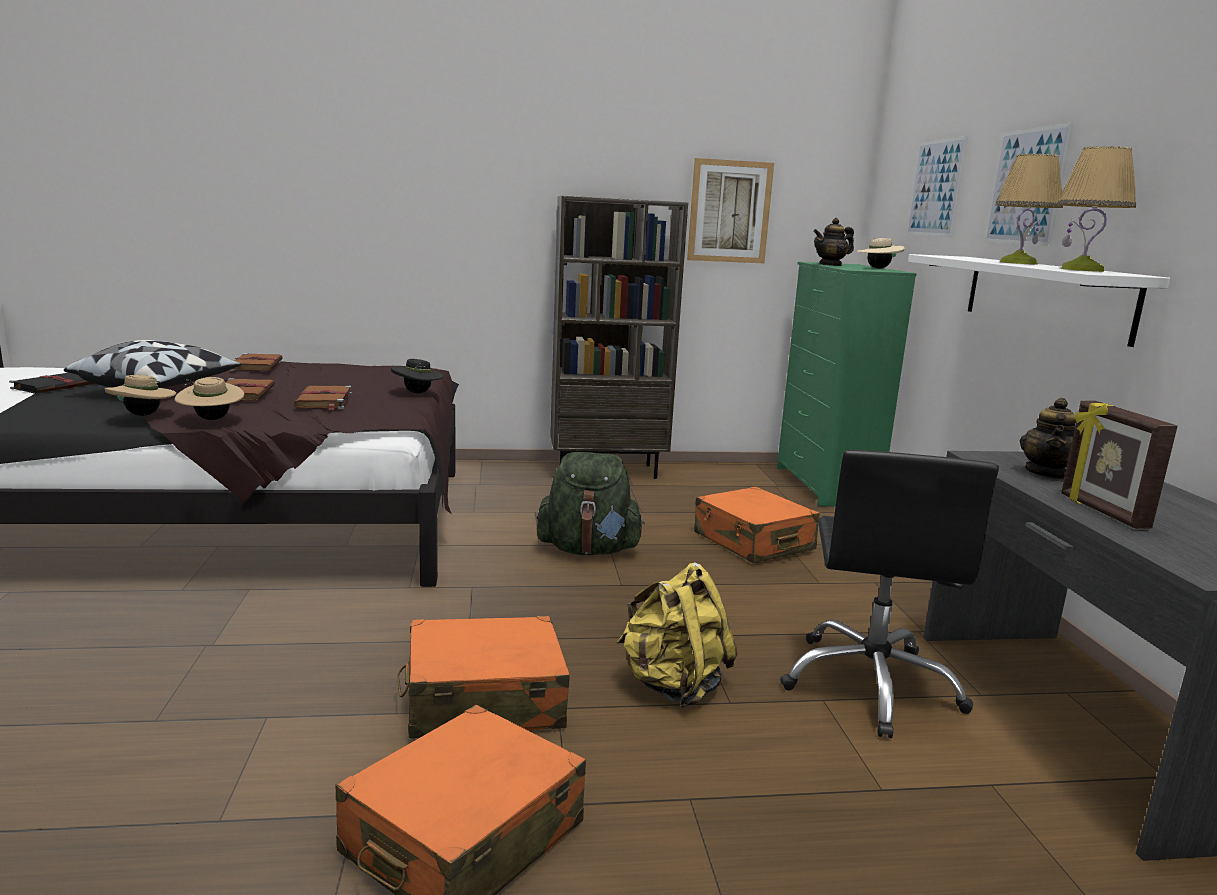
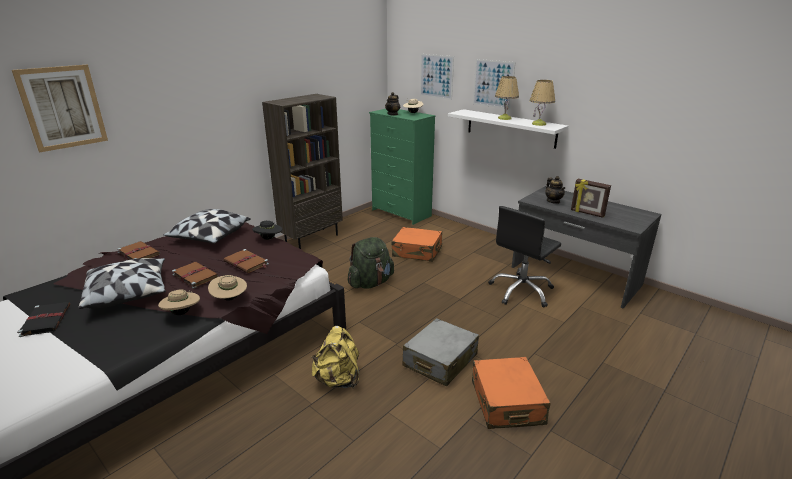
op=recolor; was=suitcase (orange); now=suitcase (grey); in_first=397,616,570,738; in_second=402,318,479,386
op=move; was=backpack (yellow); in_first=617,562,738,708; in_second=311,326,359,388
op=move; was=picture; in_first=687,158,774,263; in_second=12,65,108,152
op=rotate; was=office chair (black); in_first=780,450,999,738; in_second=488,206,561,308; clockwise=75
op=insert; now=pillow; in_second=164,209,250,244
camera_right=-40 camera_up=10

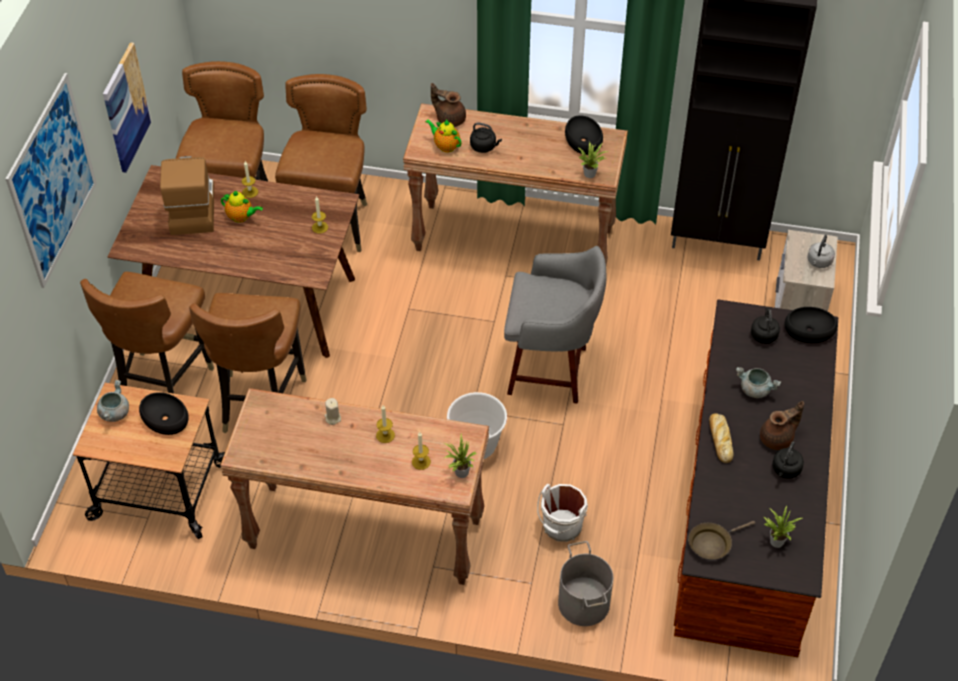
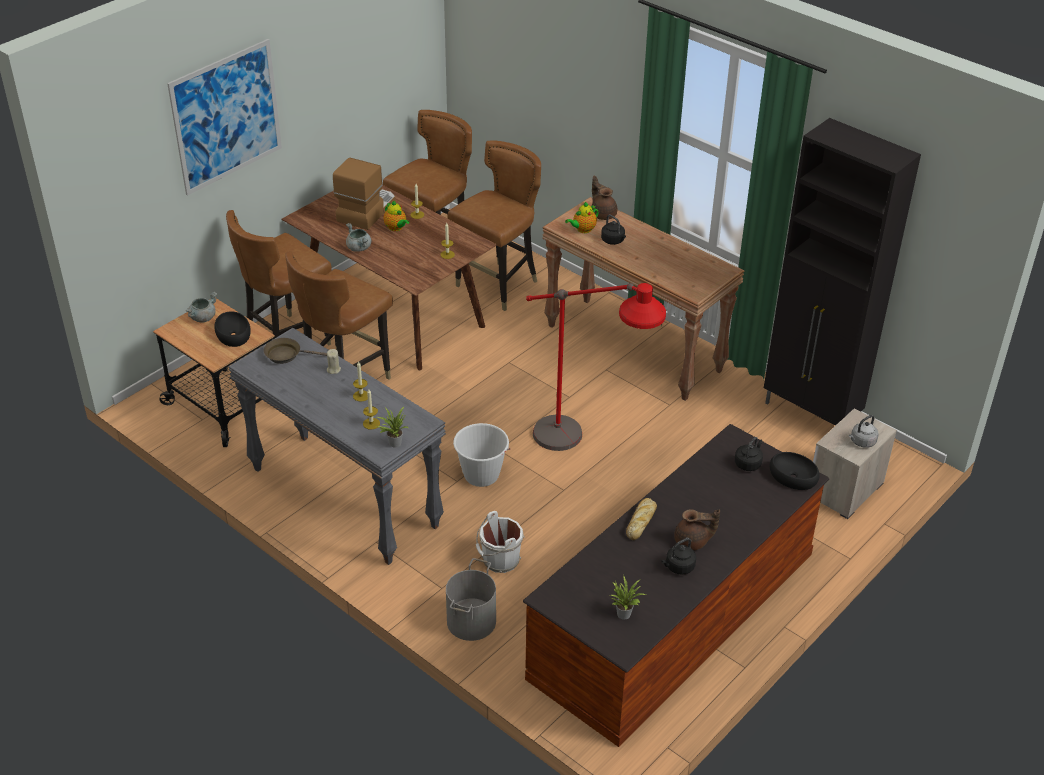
op=delete; was=picture; in_first=103,42,152,173
op=recolor; was=console table (brown); now=console table (grey); in_first=220,388,489,585; in_second=228,328,446,565
op=rotate; was=teapot; in_first=425,120,462,152; in_second=565,202,599,233; clockwise=-105
op=replace; was=stool (grey); now=floor lamp (red); in_first=504,246,606,404; in_second=526,283,666,451
op=delete; was=bowl (black); in_first=565,115,603,155
op=delete; was=potted plant; in_first=577,142,608,178
op=move; was=frying pan (brown); in_first=688,521,755,560; in_second=264,338,327,364
op=move; was=cooking pot (grey); in_first=736,367,781,398; in_second=346,223,371,252
camera_right=30 camera_up=-10

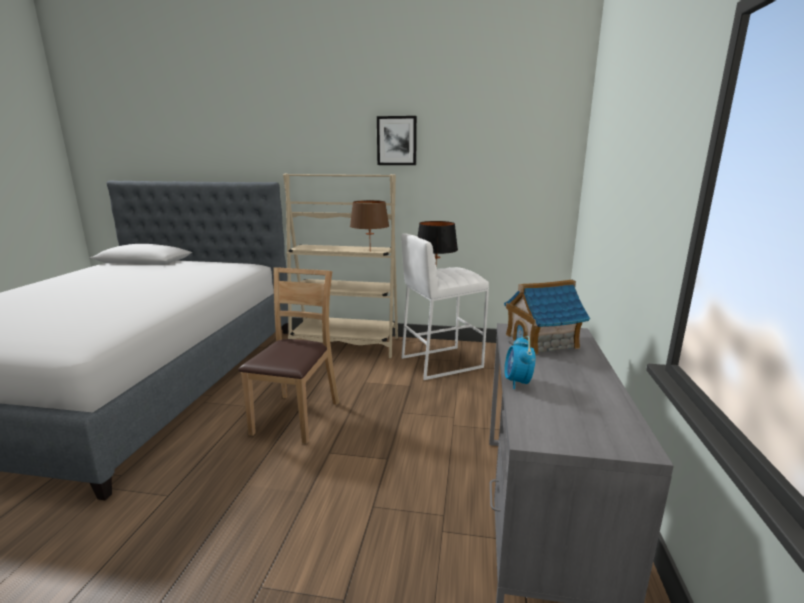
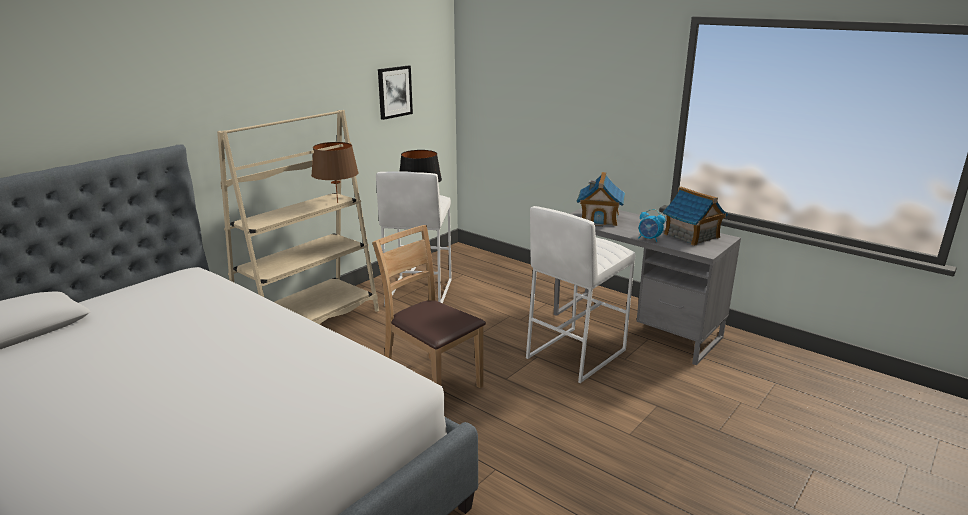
op=move; was=picture; in_first=377,116,417,165; in_second=378,66,413,120
op=insert; now=stool (white); in_second=526,206,635,383
op=insert; now=toy house; in_second=663,187,728,246
camera_right=-60 camera_up=5

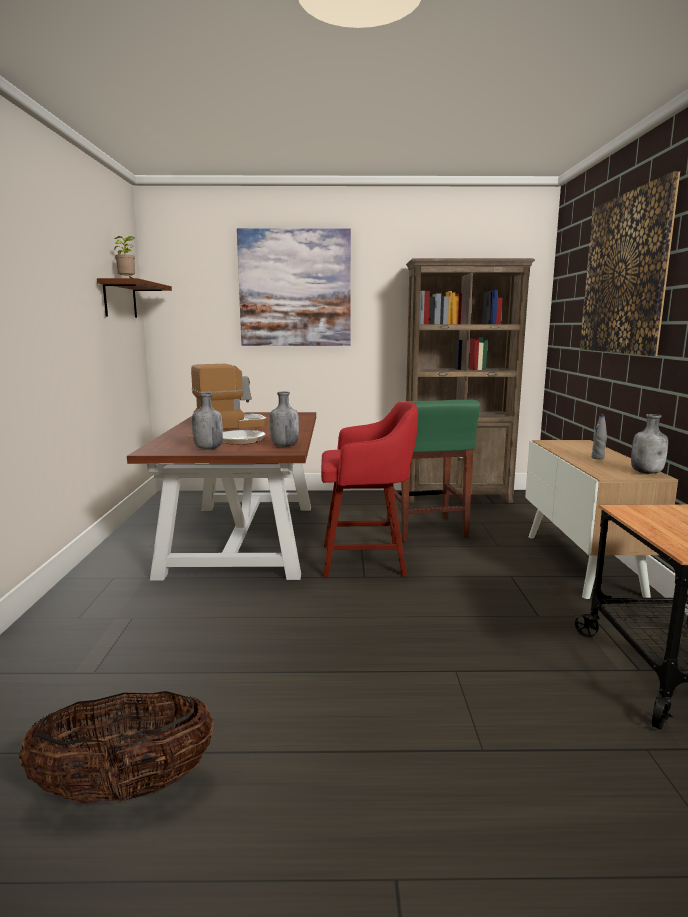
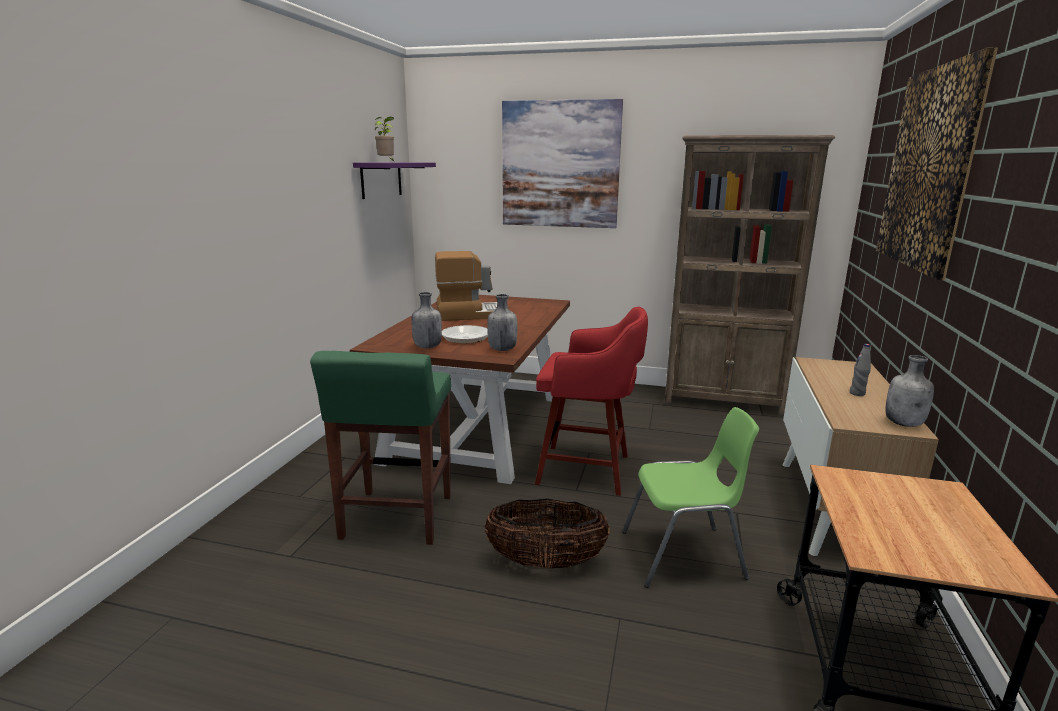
op=move; was=basket; in_first=19,691,214,803; in_second=485,499,610,568
op=recolor; was=shelf (brown); now=shelf (purple); in_first=97,278,172,318; in_second=353,162,436,199
op=move; was=stool (green); in_first=387,400,481,542; in_second=310,351,451,545
op=insert; now=chair (green); in_second=622,407,759,588
camera_right=15 camera_up=5

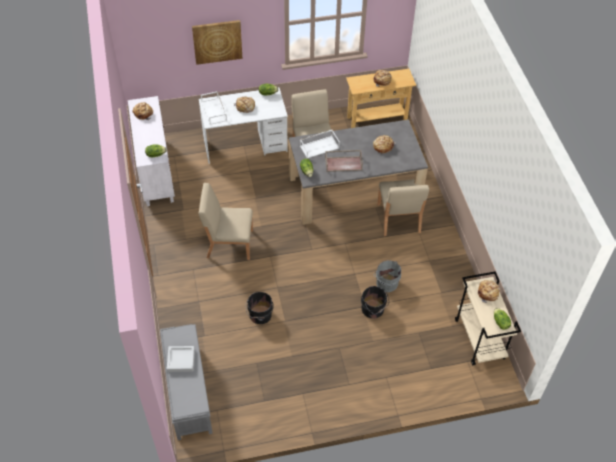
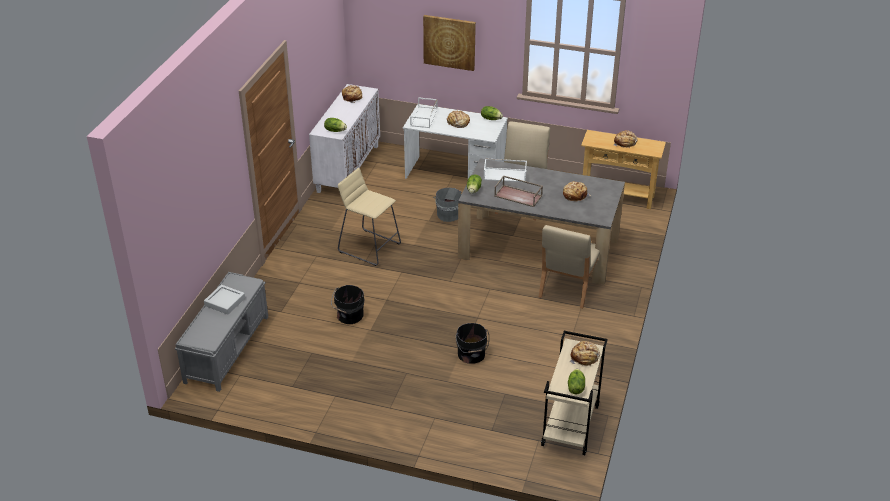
op=replace; was=chair (beige); now=stool (beige); in_first=199,183,253,260; in_second=338,168,401,266
op=move; was=bucket (grey); in_first=374,260,401,292; in_second=435,188,462,222
camera_right=30 camera_up=-15

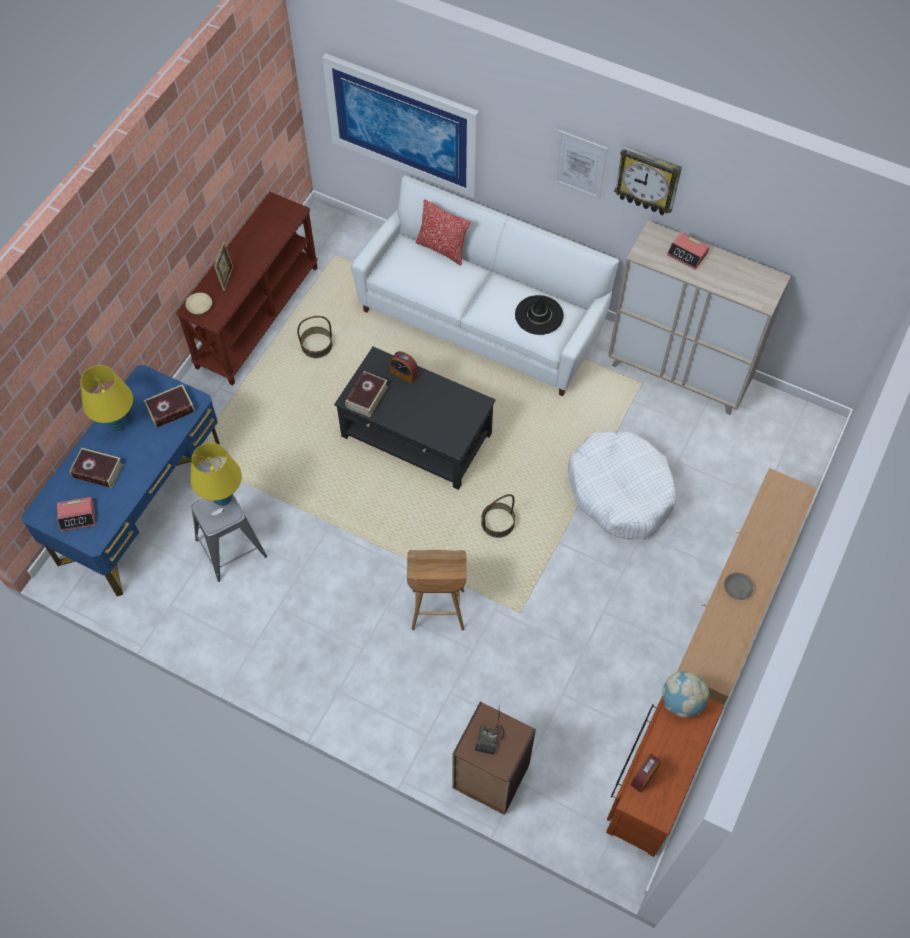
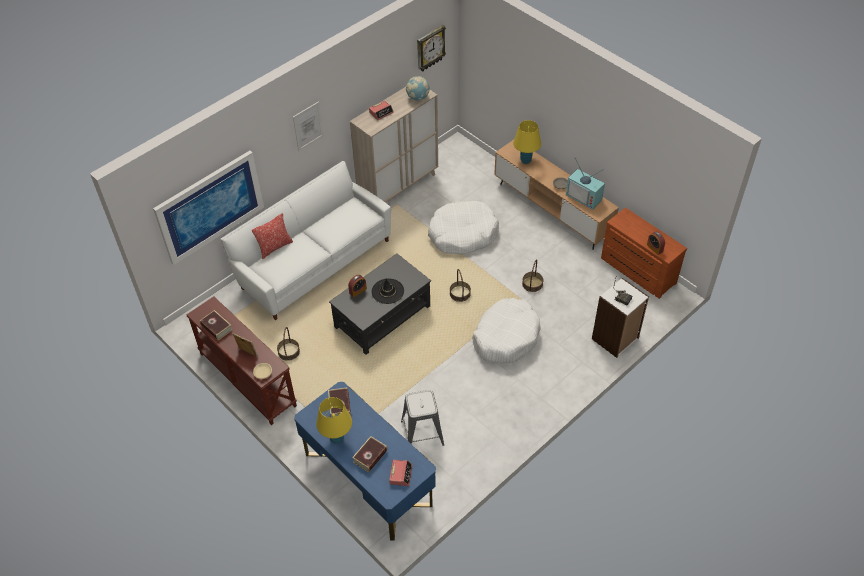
op=move; was=table lamp (yellow); in_first=190,443,242,506; in_second=513,120,541,164
op=move; was=book; in_first=345,371,388,417; in_second=200,310,232,341
op=replace; was=stool (brown); now=dog bed (white); in_first=407,550,466,630; in_second=472,298,541,364
op=recolor; was=bookcase (brown); now=bookcase (white); in_first=452,702,536,815; in_second=592,278,649,358
op=move; was=hat (black); in_first=515,295,564,335; in_second=372,278,404,304
op=move; was=wall clock; in_first=614,146,682,215; in_second=417,25,446,72
op=move; was=globe; in_first=662,671,709,718; in_second=406,76,430,100
op=insert; now=basket; in_second=522,259,543,292
op=insert; now=television; in_second=566,157,605,210
camera_right=-70 camera_up=-10

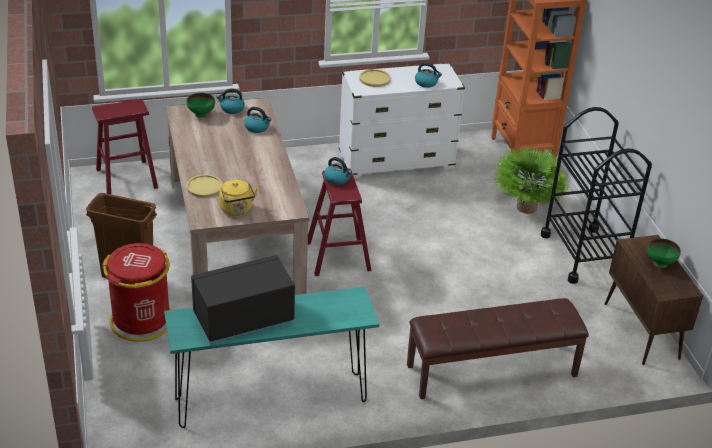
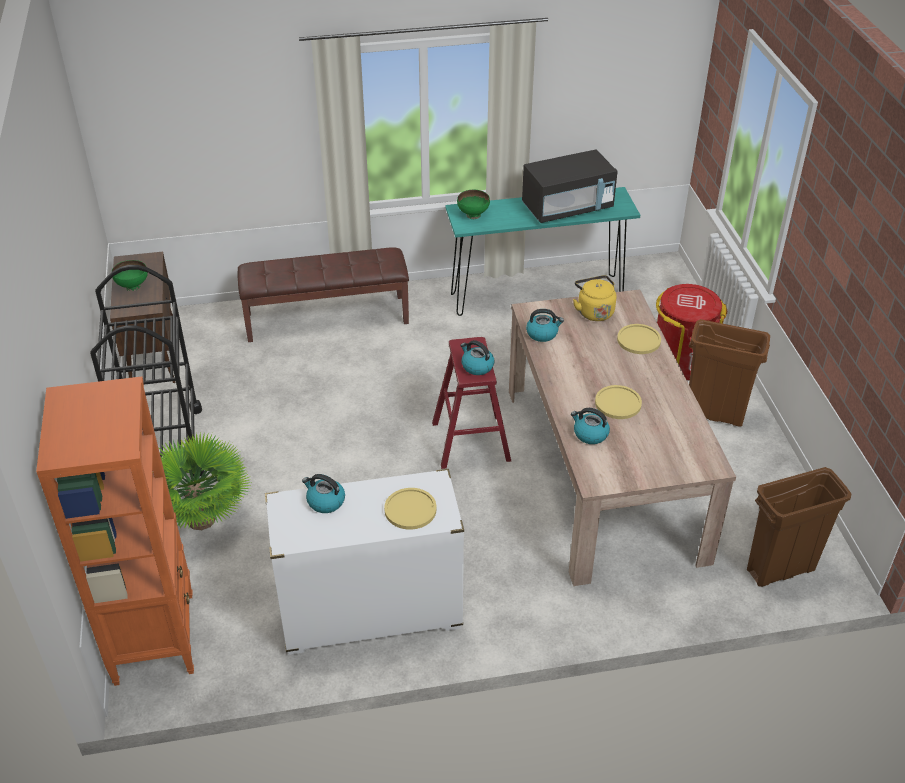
op=replace; was=stool (red); now=trash can (brown); in_first=92,99,158,194; in_second=747,467,851,587
op=move; was=bowl (green); in_first=187,93,215,118; in_second=457,190,490,219
op=move; was=kettle; in_first=217,88,245,114; in_second=526,309,564,342
op=insert; now=plate (yellow); in_second=595,385,642,419
camera_right=-175 camera_up=5

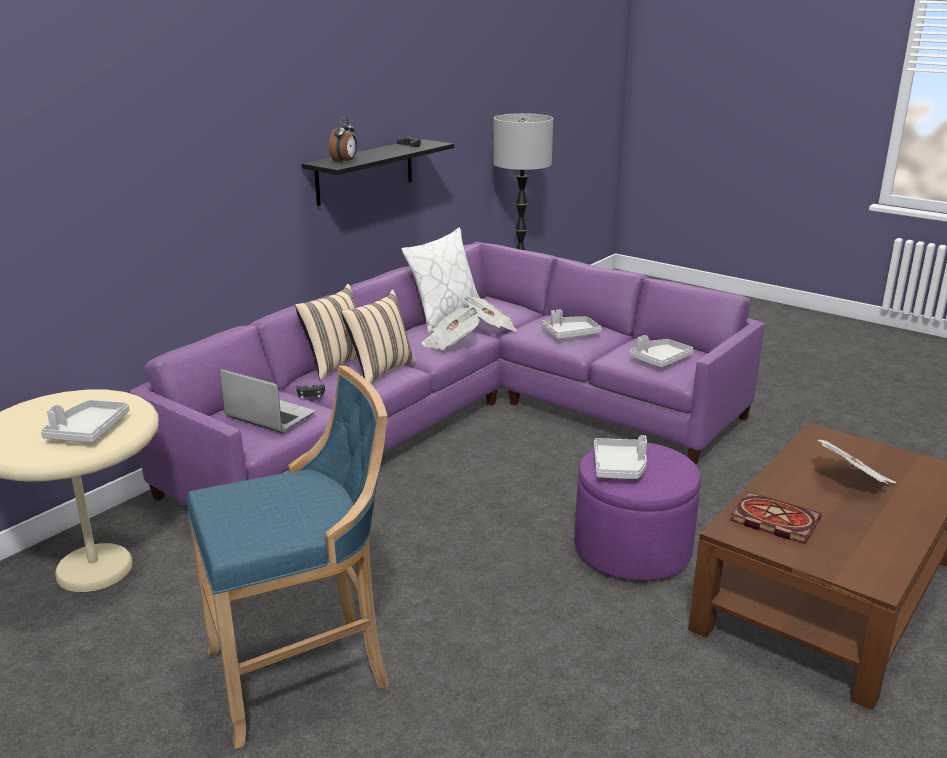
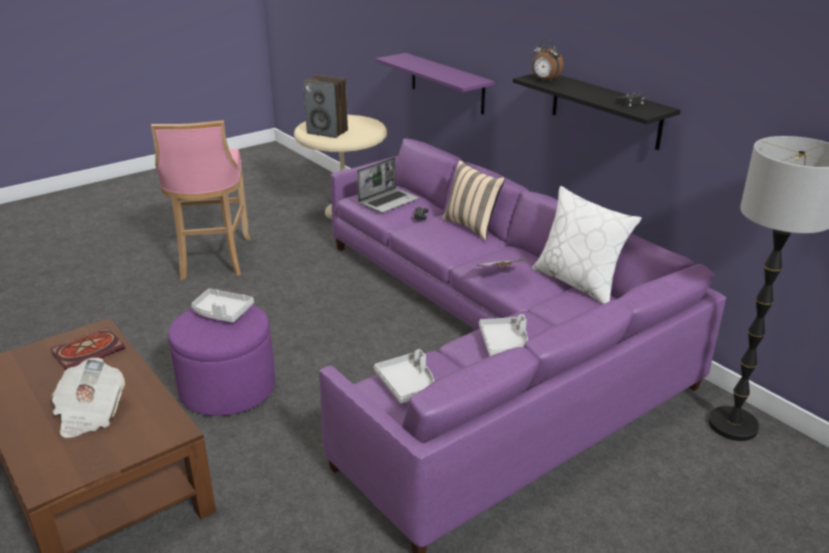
op=replace; was=tray (grey); now=speaker; in_first=41,400,129,442; in_second=303,75,348,138
op=recolor; was=stool (blue); now=stool (pink); in_first=187,366,389,749; in_second=151,120,251,280
op=delete; was=pillow (beige); in_first=341,290,416,384
op=delete; was=newspaper; in_first=463,297,517,331
op=insert; now=shelf (purple); in_second=376,53,495,114
camera_right=105 camera_up=5

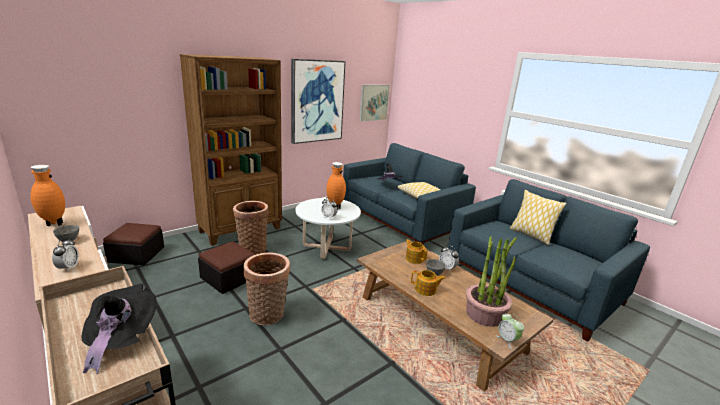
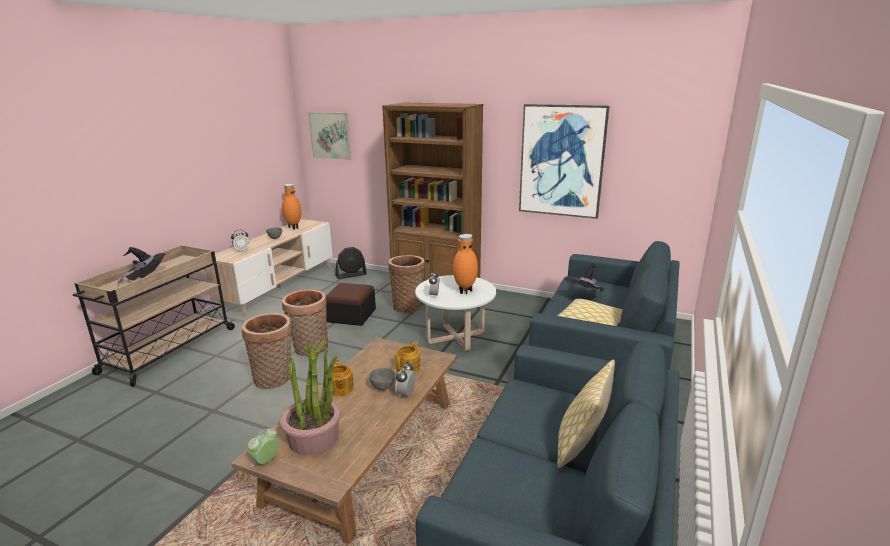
op=replace; was=ottoman; now=fan (black); in_first=103,223,164,266; in_second=335,247,367,279
op=move; was=picture; in_first=359,85,390,122; in_second=308,112,351,160
op=insert; now=basket; in_second=242,313,292,389
camera_right=65 camera_up=0

